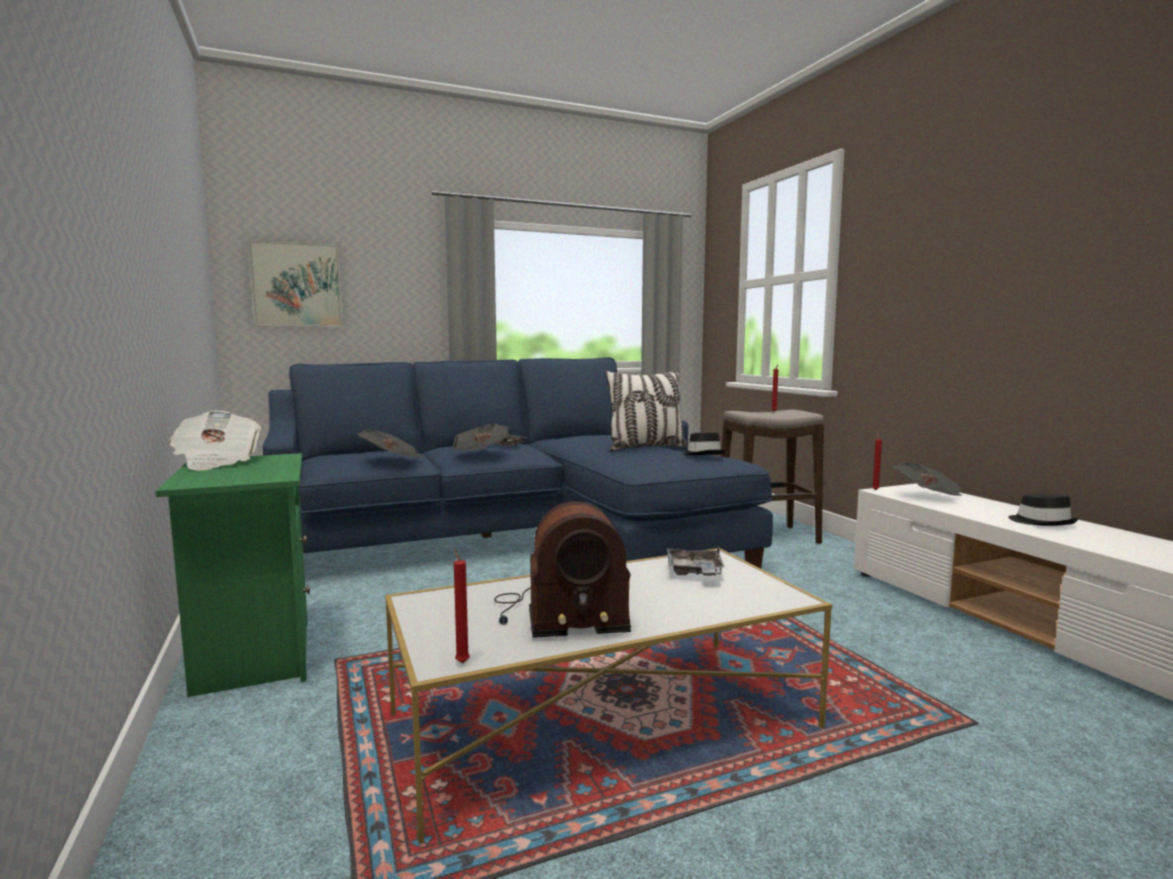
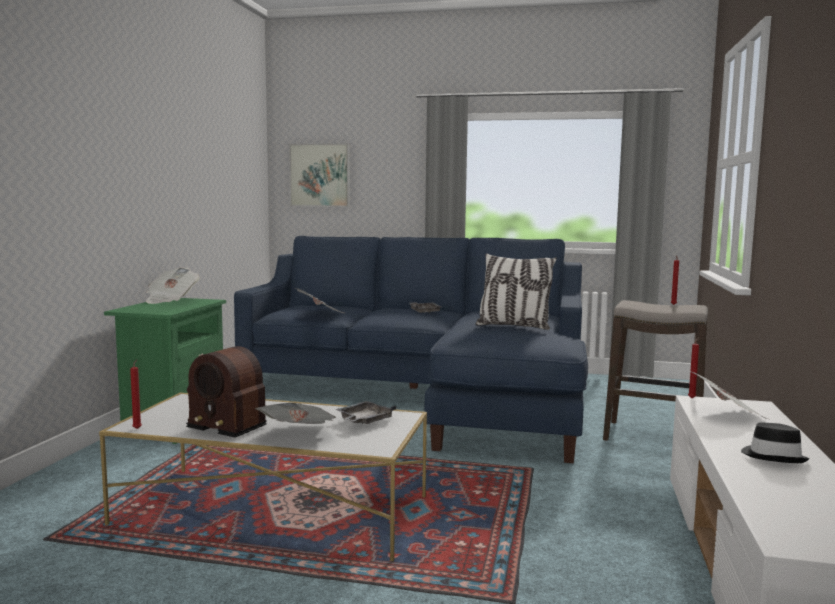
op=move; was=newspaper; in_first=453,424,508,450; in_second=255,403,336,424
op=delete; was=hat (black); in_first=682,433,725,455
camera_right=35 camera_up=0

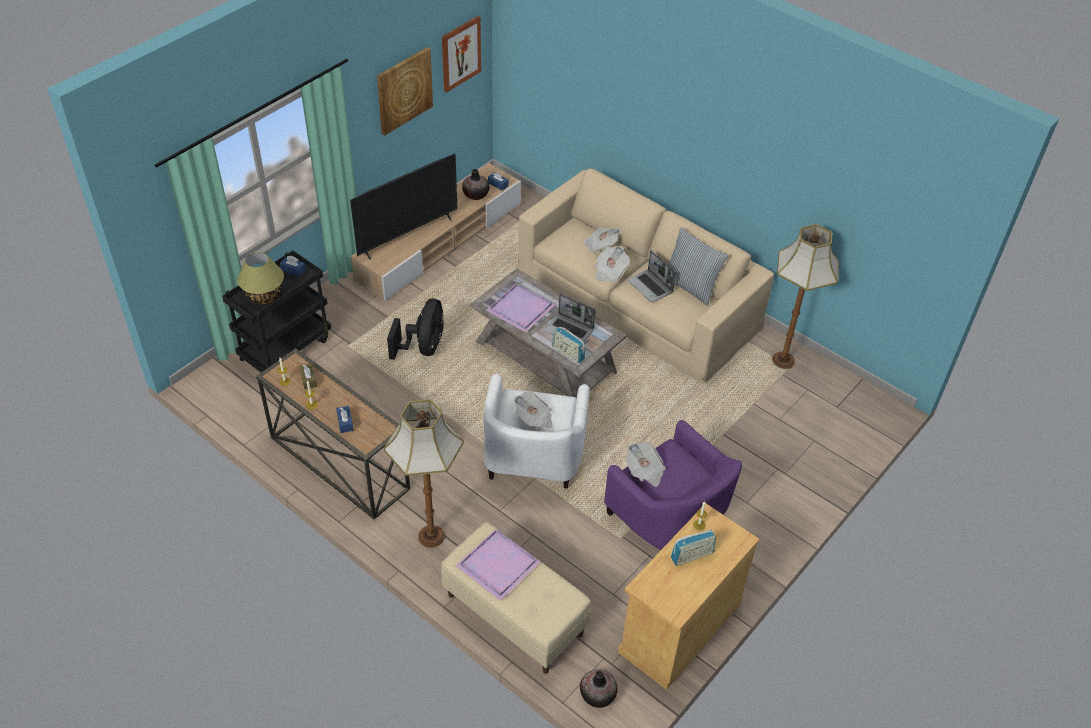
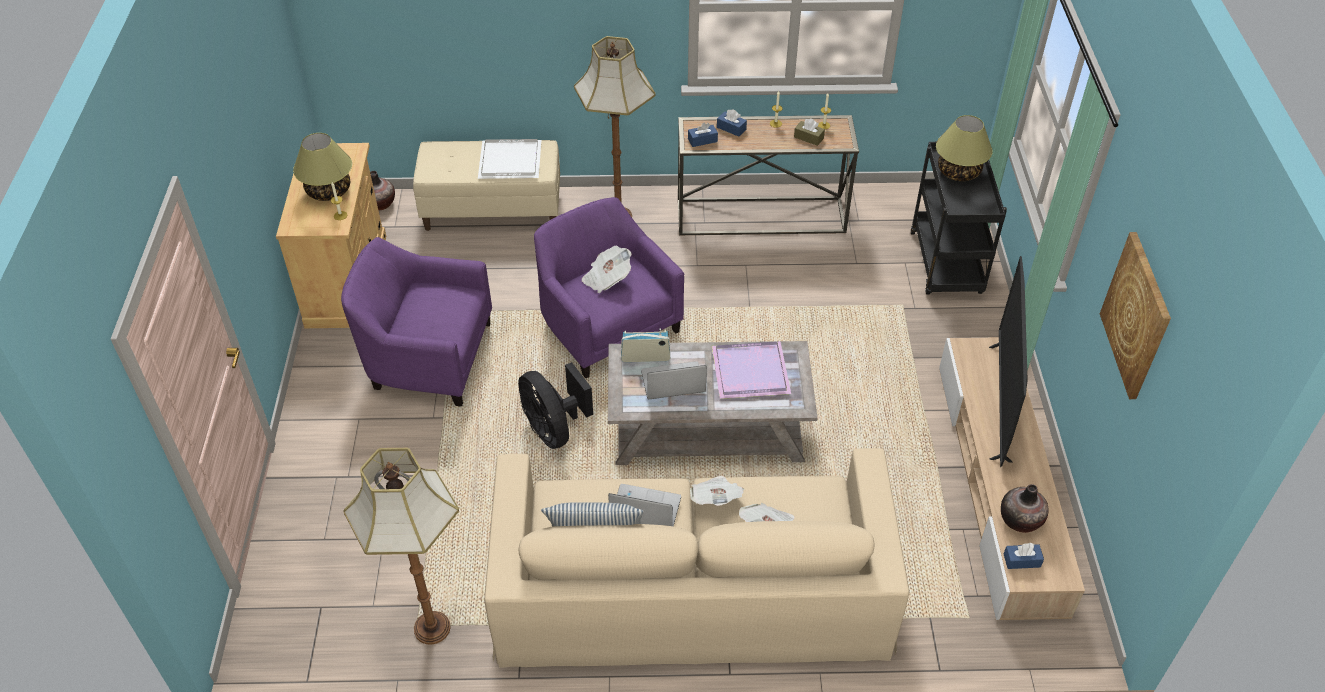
op=move; was=tissue box (blue); in_first=280,256,306,277; in_second=688,123,718,147
op=move; was=fan (black); in_first=387,299,444,360; in_second=518,362,593,449
op=delete; was=picture; in_first=442,16,481,93
op=recolor; was=tray (purple); now=tray (white); in_first=456,529,540,601; in_second=478,139,541,179
op=recolor; was=armchair (white); now=armchair (purple); in_first=483,374,590,488; in_second=534,197,684,378
op=delete; was=newspaper; in_first=626,442,666,487
op=replace; was=radio; now=table lamp; in_first=671,529,716,566; in_second=293,133,352,201
camera_right=140 camera_up=0

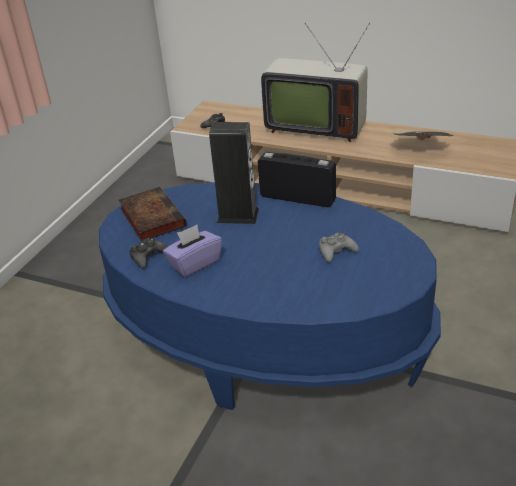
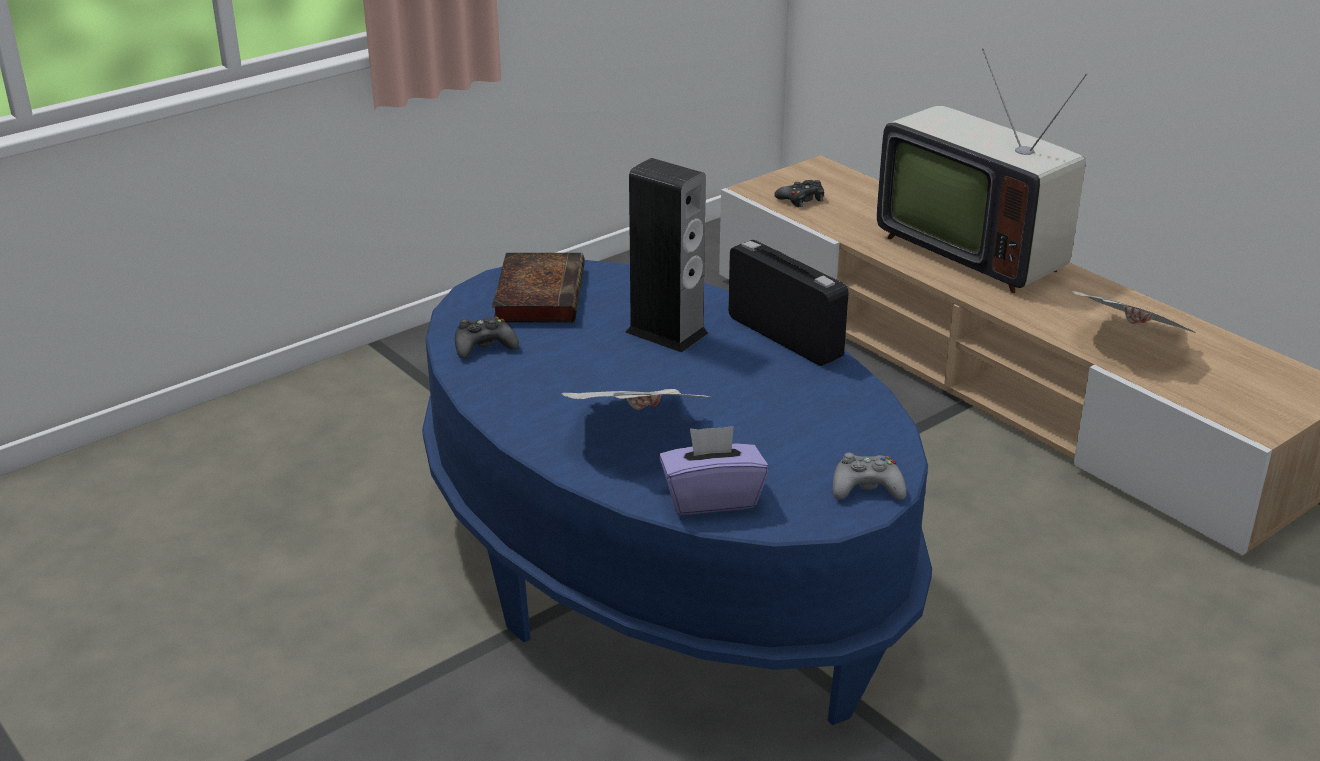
op=move; was=tissue box (purple); in_first=163,225,222,277; in_second=659,426,769,515
op=move; was=game controller (grey); in_first=319,232,359,262; in_second=833,452,906,500
op=insert; now=newspaper; in_second=561,389,714,410
camera_right=25 camera_up=-5

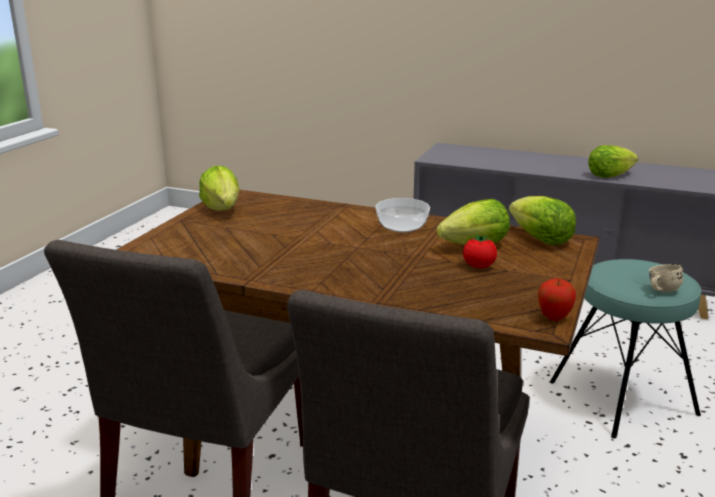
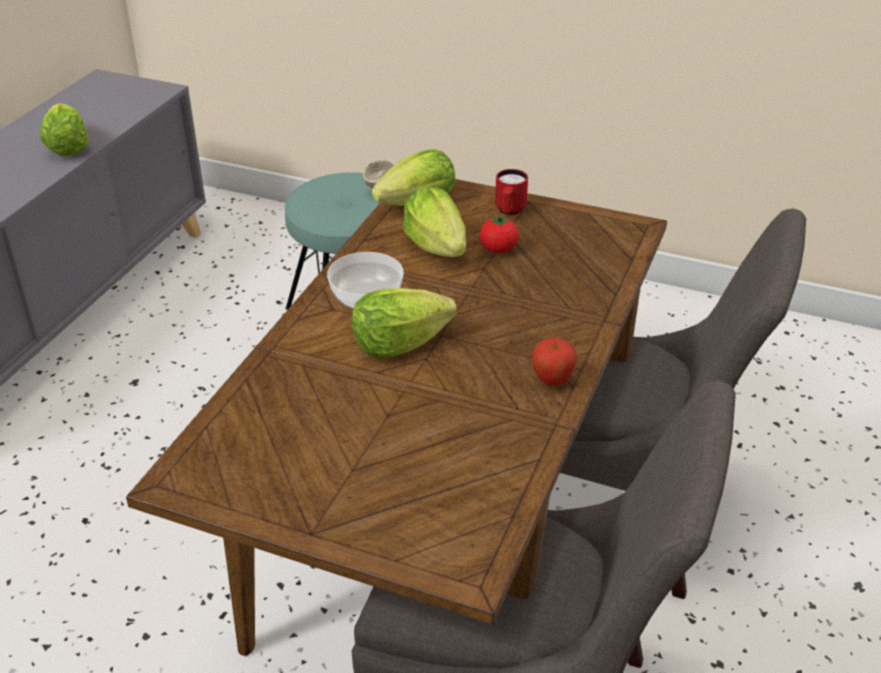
op=move; was=lettuce; in_first=199,166,240,211; in_second=351,288,457,358
op=move; was=apple; in_first=538,278,576,321; in_second=532,338,577,386
op=insert; now=mug (red); in_second=495,169,528,215
camera_right=-90 camera_up=15

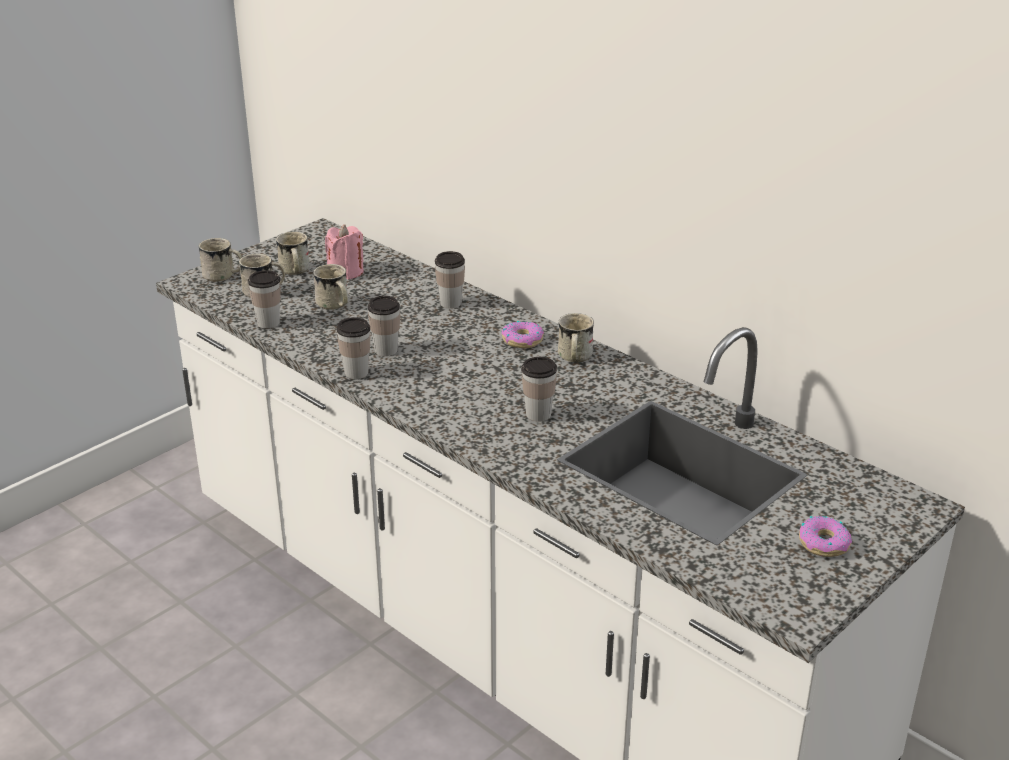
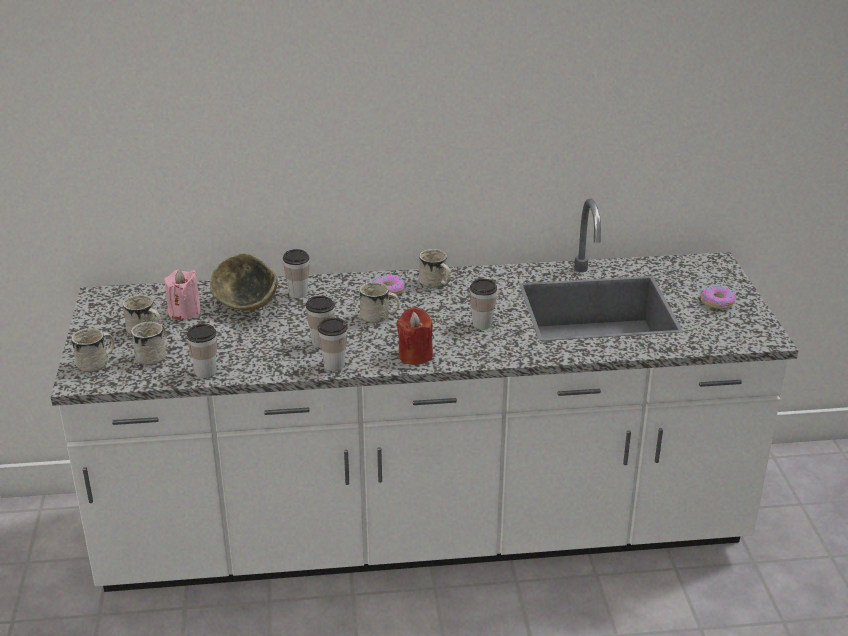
op=move; was=mug (white); in_first=313,264,348,310; in_second=359,282,400,323
op=insert; now=bowl; in_second=210,253,278,311
op=insert; now=candle (red); in_second=397,307,433,365
camera_right=-50 camera_up=0

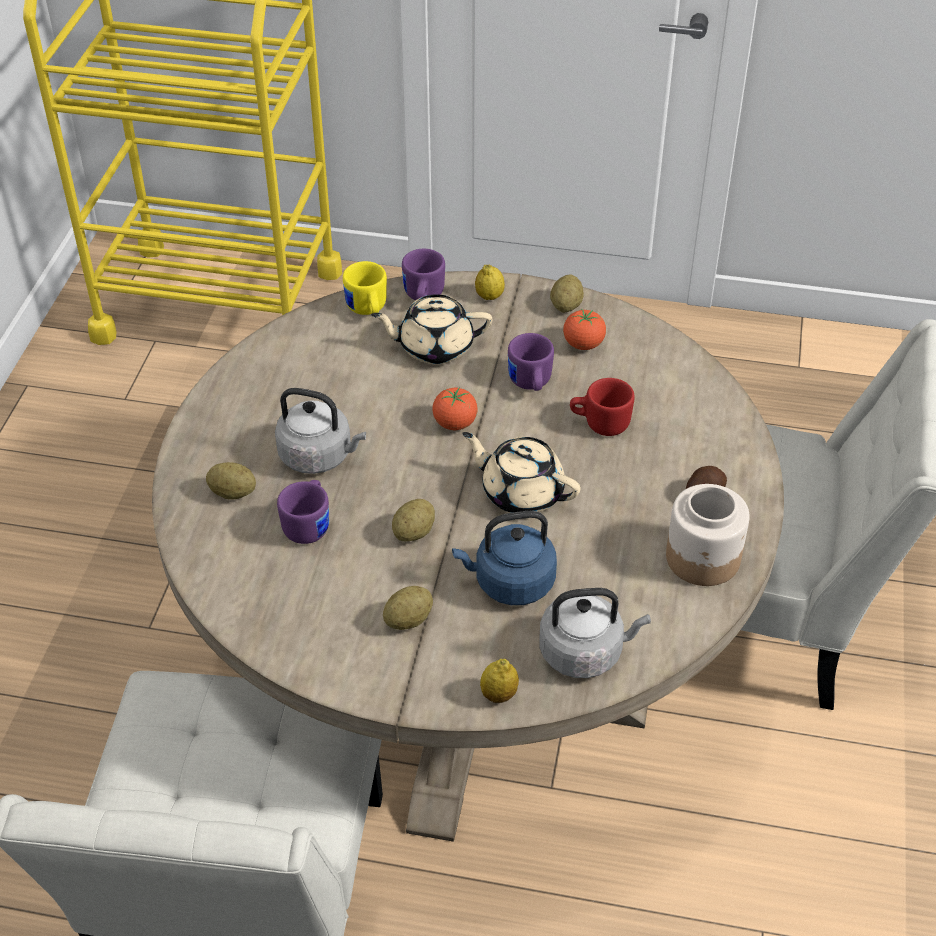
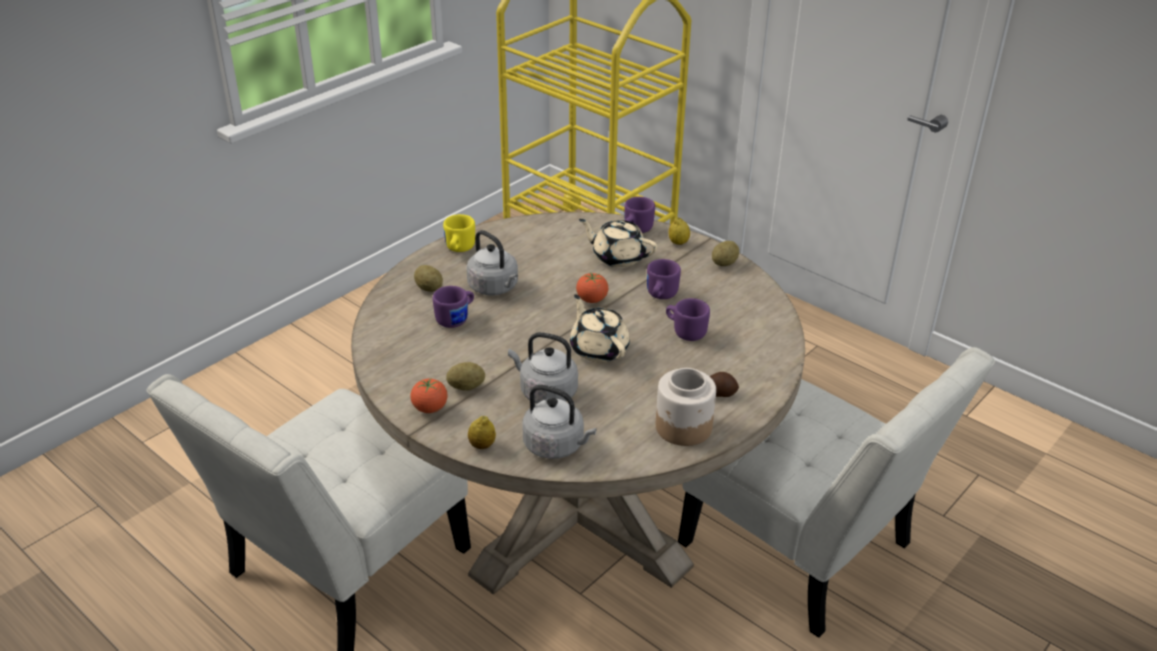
op=move; was=mug (yellow); in_first=343,261,387,315; in_second=443,214,475,252
op=delete; was=potato; in_first=392,499,435,541
op=recolor; was=kettle (blue); now=kettle (grey); in_first=452,511,557,605; in_second=508,332,578,403
op=move; was=tomato; in_first=563,309,606,350; in_second=411,377,447,413
op=recolor; was=mug (red); now=mug (purple); in_first=570,378,635,436; in_second=666,298,710,341
camera_right=30 camera_up=-10

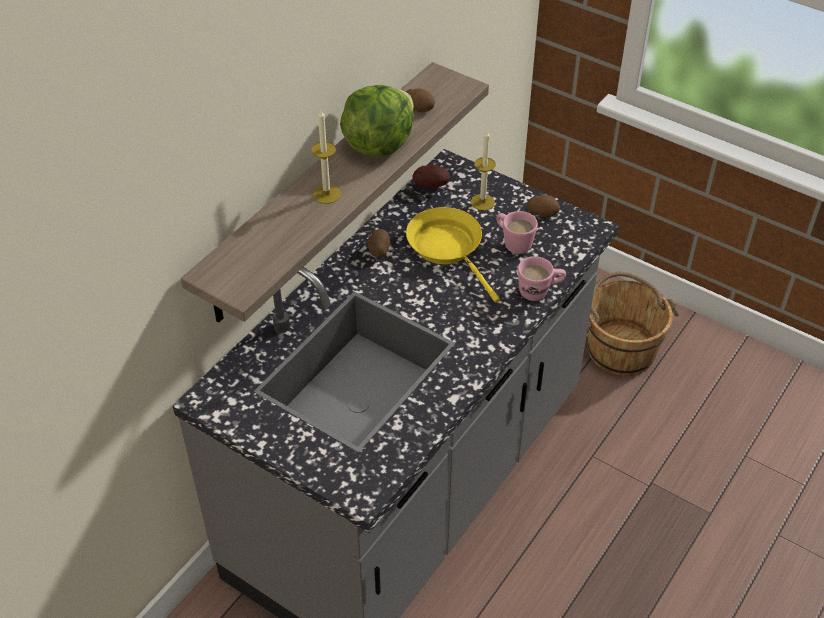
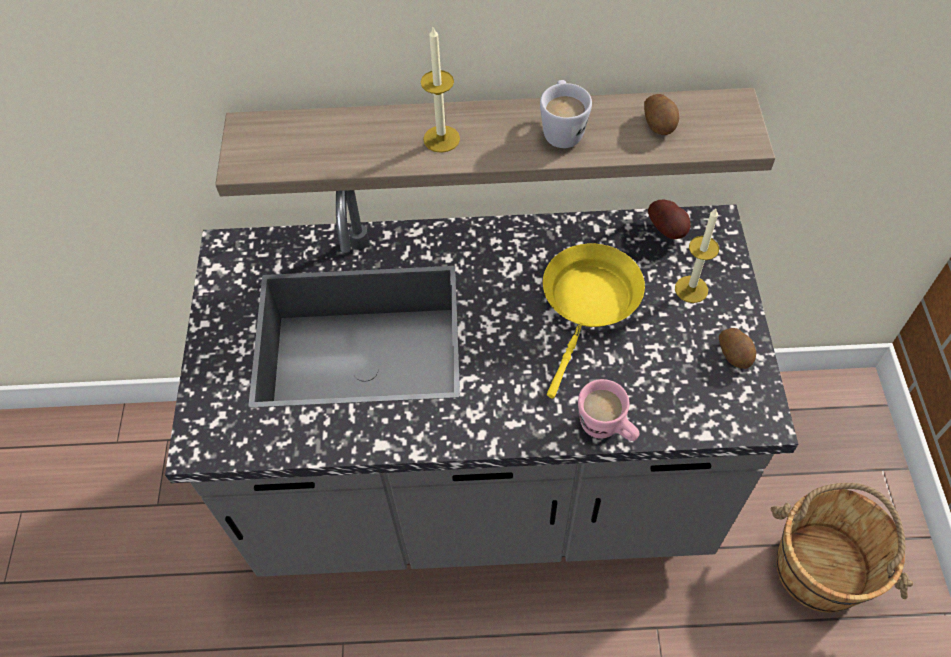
op=replace; was=lettuce; now=mug (white); in_first=340,85,414,157; in_second=540,80,592,148
op=delete; was=potato; in_first=368,229,390,258
op=delete; was=mug (pink); in_first=496,211,538,254
camera_right=55 camera_up=10

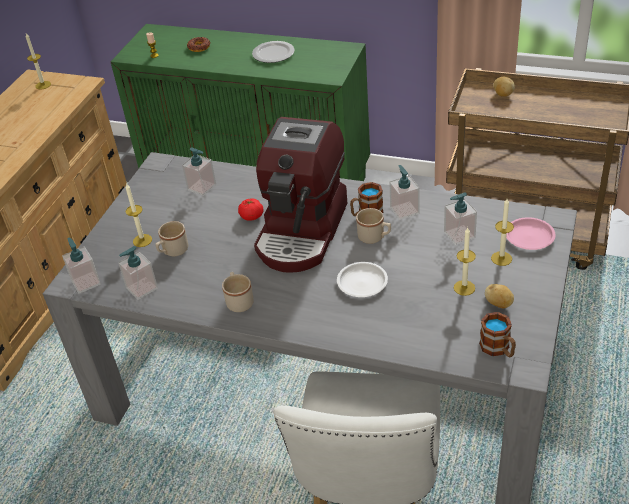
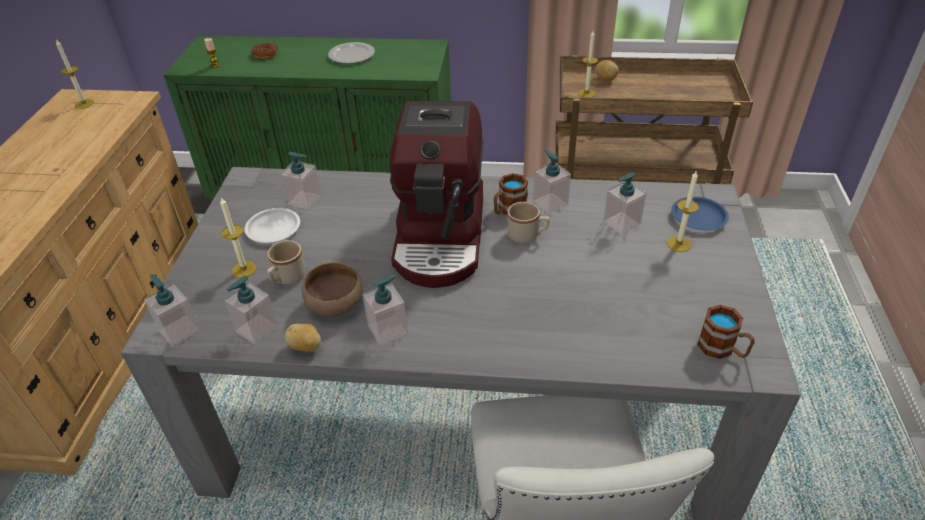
op=replace; was=mug (beige); now=soap dispenser; in_first=222,272,253,312; in_second=363,275,408,345
op=delete; was=tomato; in_first=238,198,263,221
op=move; was=plate (white); in_first=337,262,388,297; in_second=245,208,300,243
op=move; was=candle; in_first=454,227,476,296; in_second=578,31,598,97
op=move; was=potato; in_first=485,284,514,308; in_second=285,324,321,353
op=recolor; was=plate (pink); now=plate (blue); in_first=506,217,556,250; in_second=671,196,729,231
op=insert; now=bowl (brown); in_second=302,262,363,317
camera_right=-15 camera_up=0

